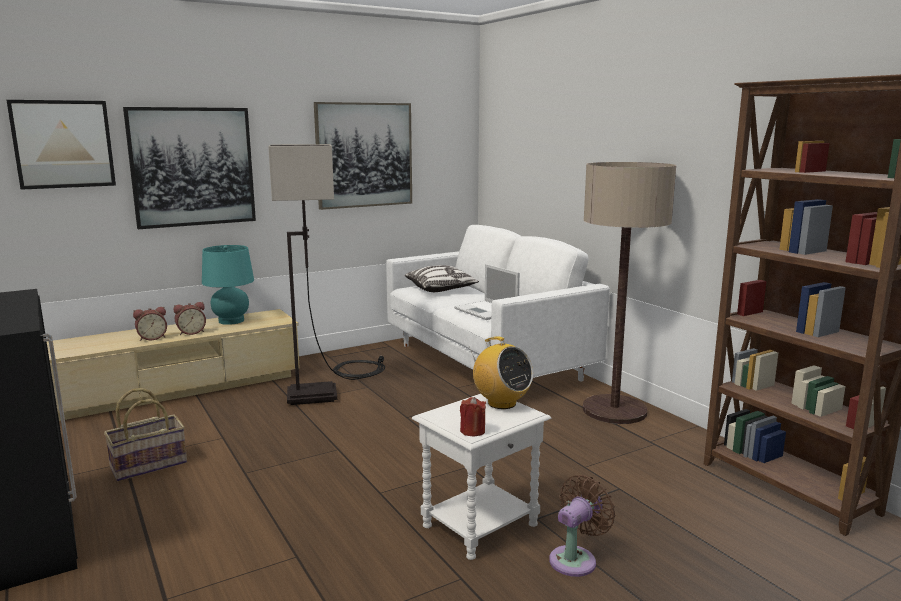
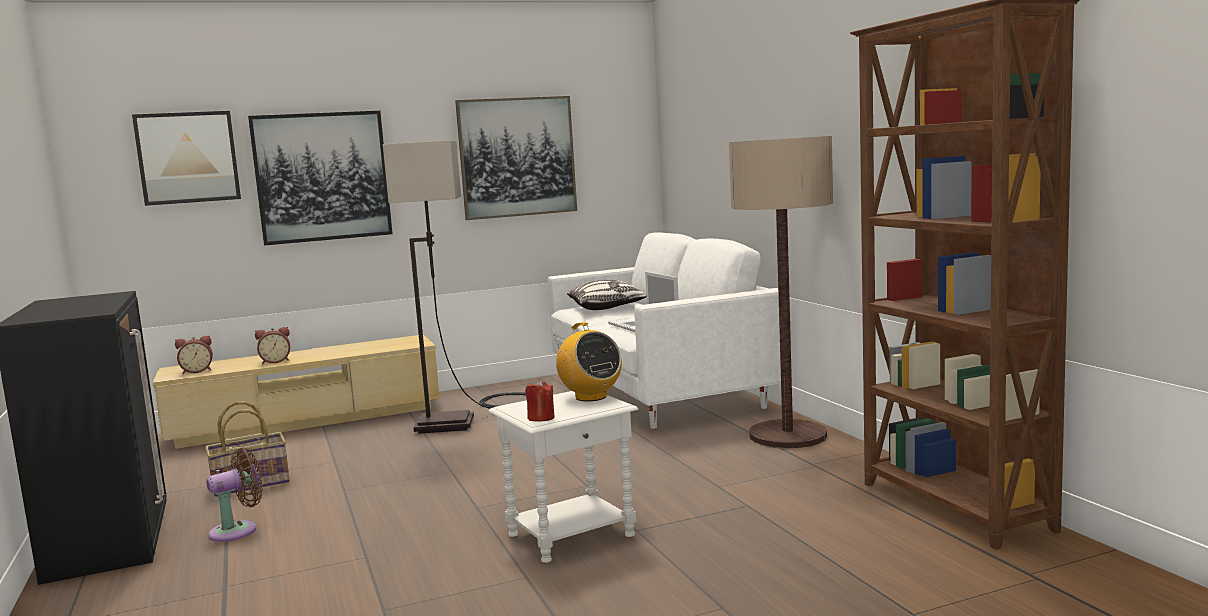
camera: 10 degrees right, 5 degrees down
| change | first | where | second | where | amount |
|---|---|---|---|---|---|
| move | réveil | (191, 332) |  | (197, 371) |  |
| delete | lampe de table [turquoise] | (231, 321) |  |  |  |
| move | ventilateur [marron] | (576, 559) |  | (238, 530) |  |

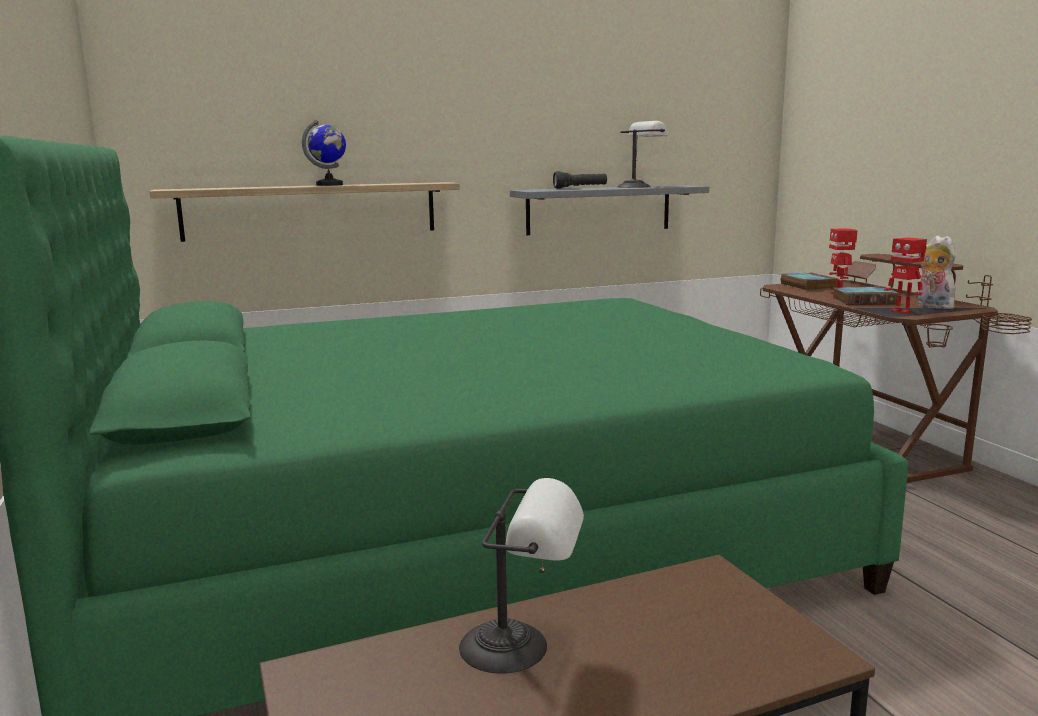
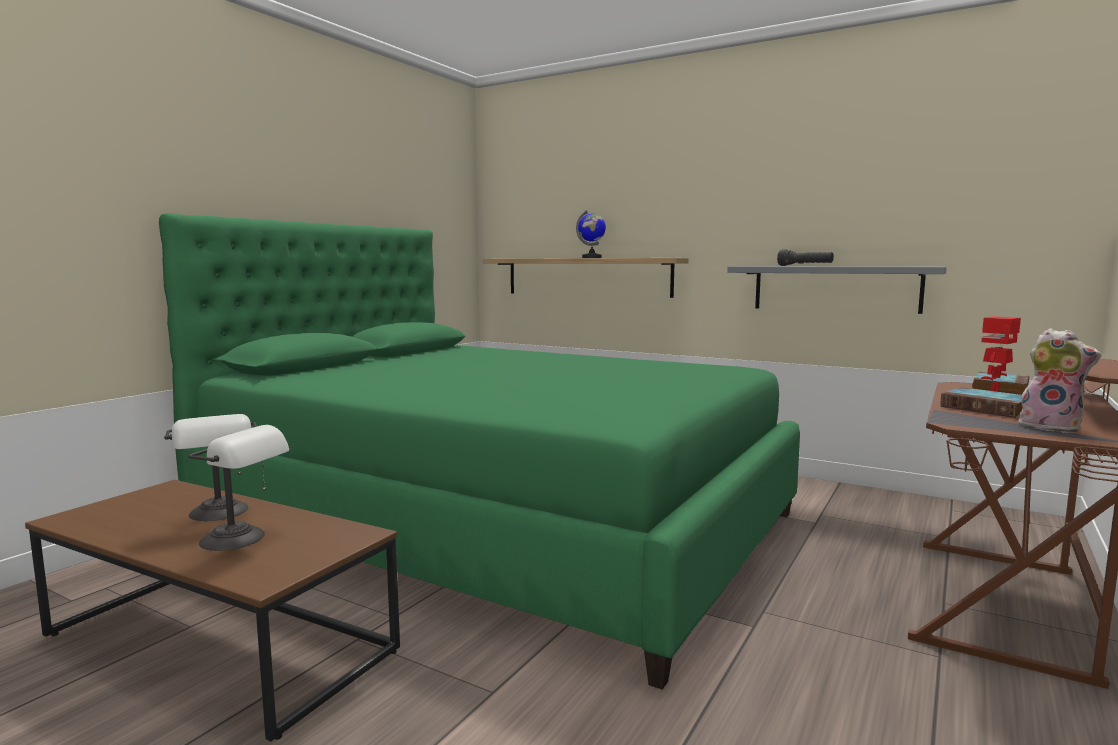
camera: 50 degrees right, 5 degrees down
| change | first | where | second | where | amount |
|---|---|---|---|---|---|
| move | lampe de table | (639, 187) |  | (243, 539) |  |
| delete | robot jouet | (902, 312) |  |  |  |
| rotate | peluche | (932, 306) |  | (1051, 427) | 105 degrees clockwise |

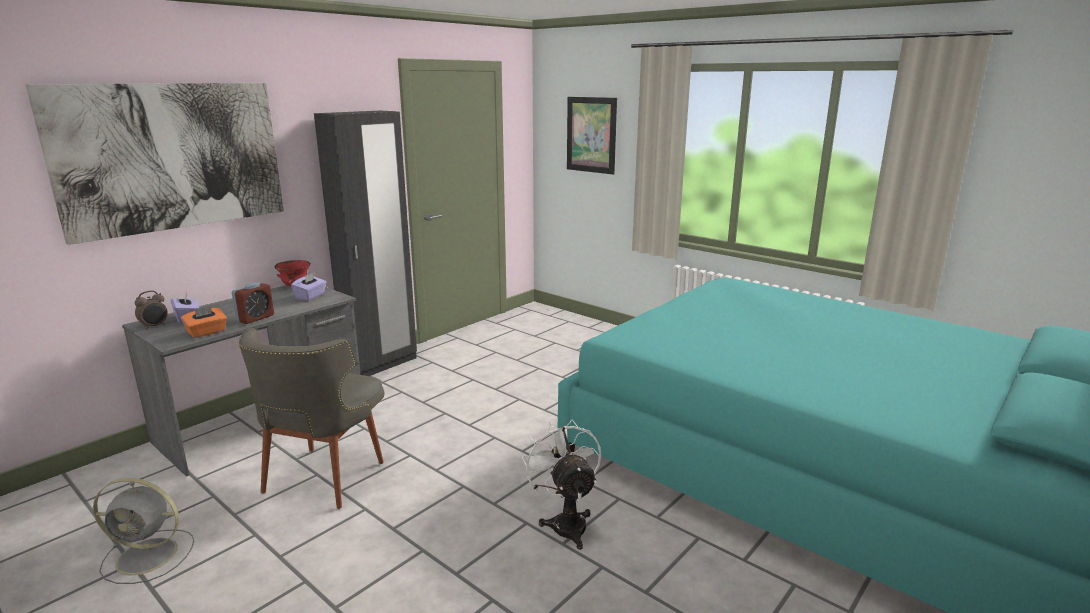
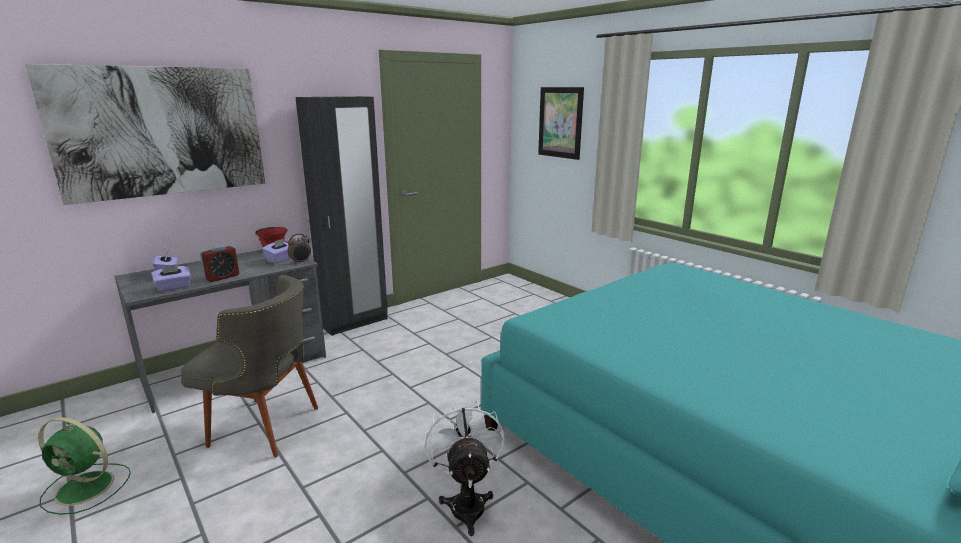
camera: 10 degrees right, 0 degrees up
| change | first | where | second | where | amount |
|---|---|---|---|---|---|
| recolor | ventilateur [gris] | (149, 556) | ventilateur [vert] | (87, 488) |  |
| move | réveil | (155, 326) |  | (301, 262) |  |
| recolor | boîte à mouchoirs [orange] | (207, 332) | boîte à mouchoirs [violet] | (174, 288) |  |
| rotate | chaise [gris] | (325, 477) |  | (264, 426) | 105 degrees counterclockwise |

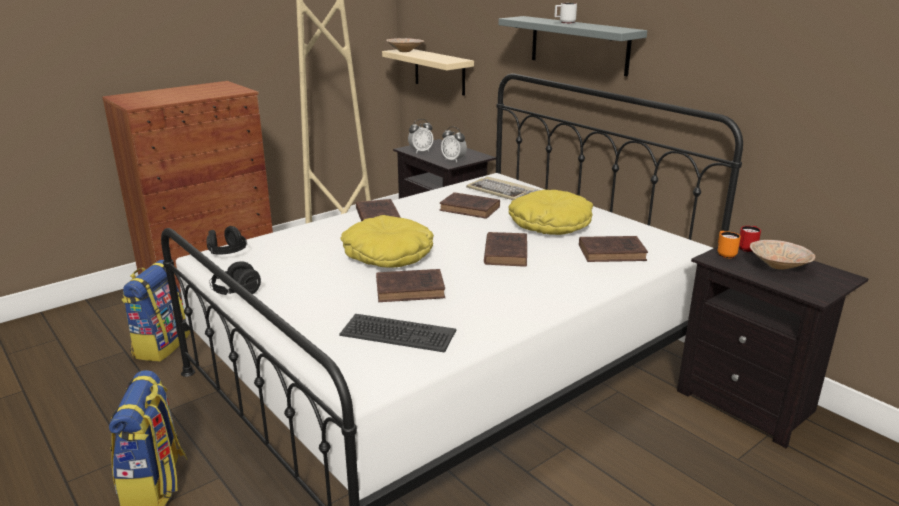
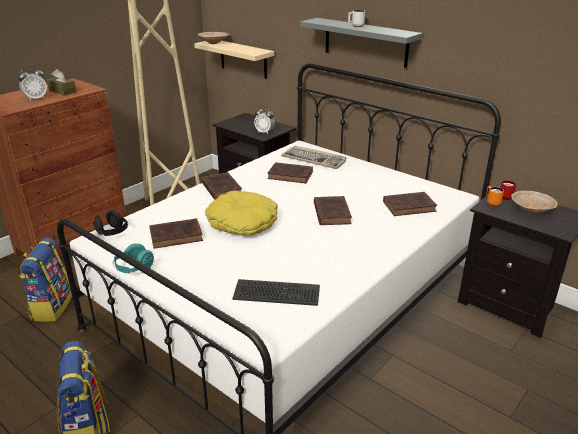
camera: 10 degrees left, 5 degrees up
| change | first | where | second | where | amount |
|---|---|---|---|---|---|
| recolor | casque audio [noir] | (236, 293) | casque audio [turquoise] | (134, 269) |  |
| move | livre [marron] | (412, 289) |  | (177, 236) |  |
| move | réveil | (420, 151) |  | (36, 99) |  |
| delete | coussin [jaune] | (551, 225) |  |  |  |
| insert |  |  | boîte à mouchoirs [marron] | (62, 91) |  |

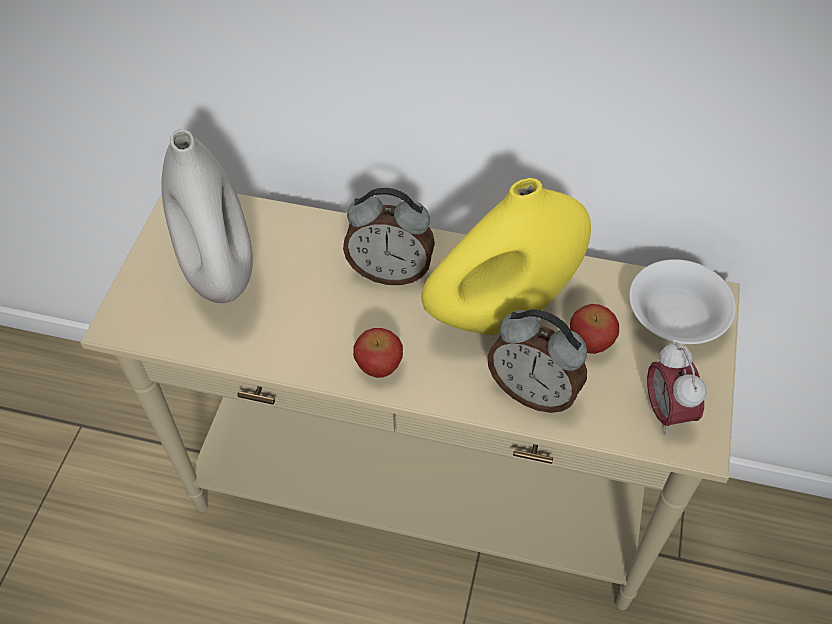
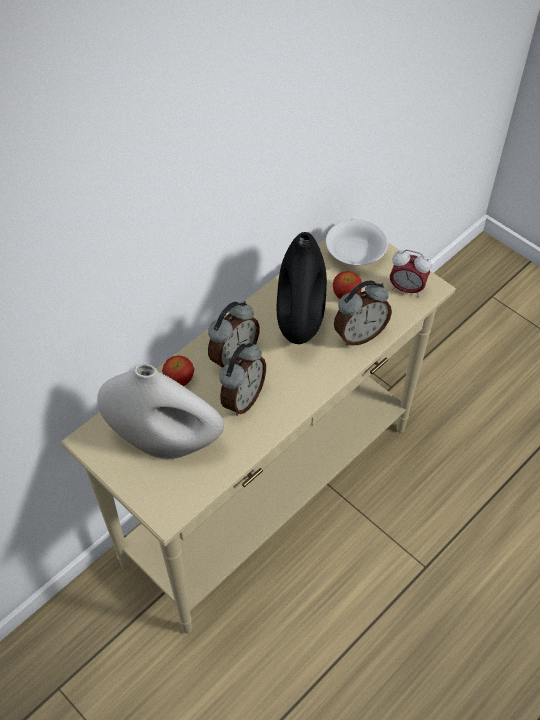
camera: 60 degrees left, 0 degrees up
| change | first | where | second | where | amount |
|---|---|---|---|---|---|
| move | pomme | (379, 366) |  | (179, 380) |  |
| recolor | vase [jaune] | (502, 313) | vase [noir] | (300, 321) |  |
| insert |  |  | réveil | (242, 399) |  |

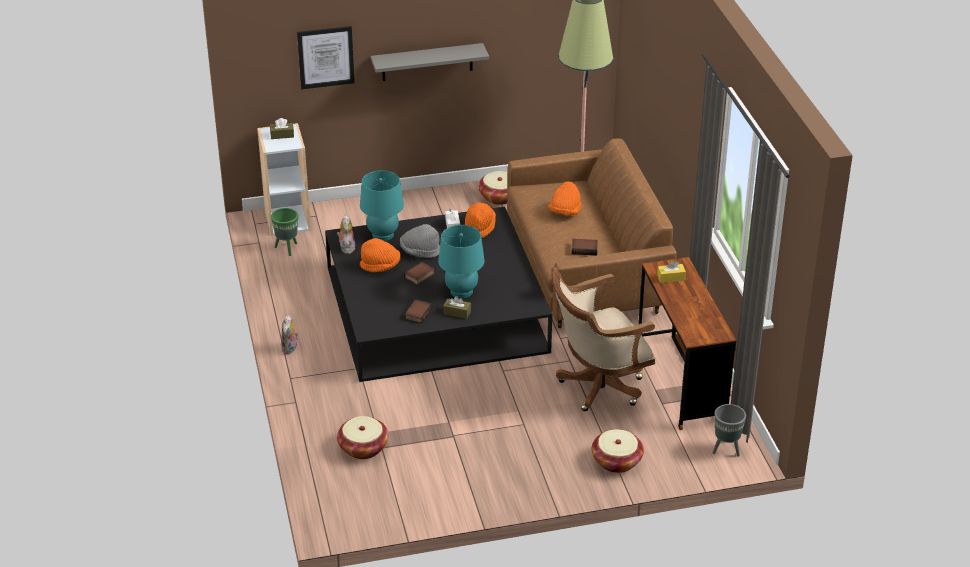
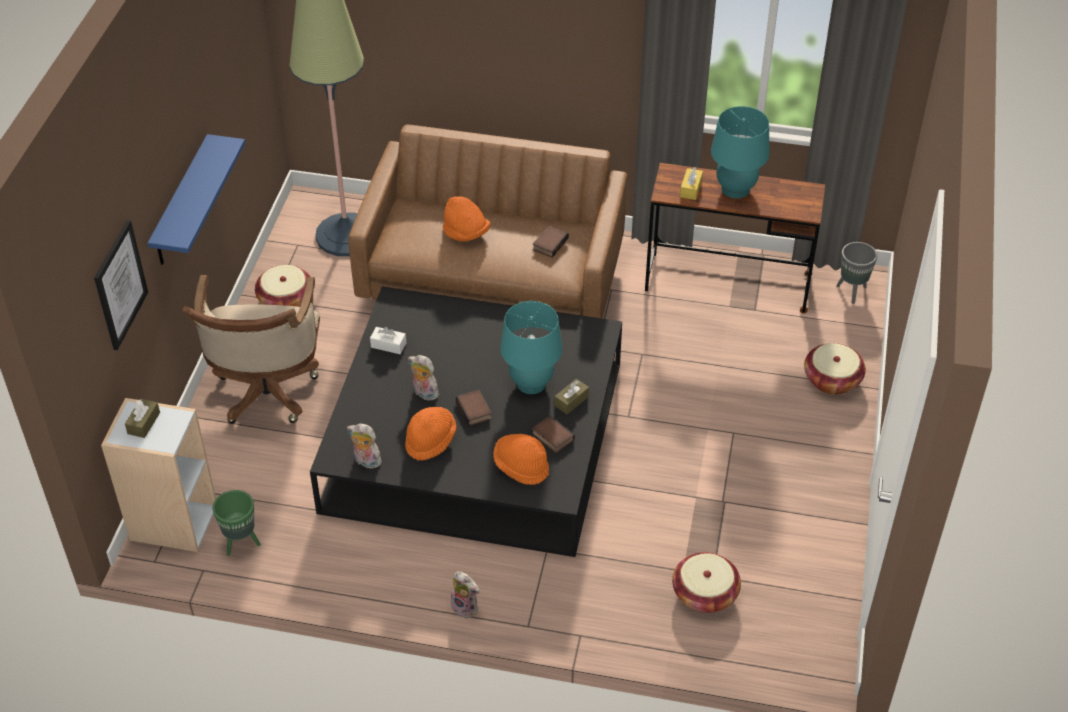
camera: 65 degrees left, 10 degrees up
| change | first | where | second | where | amount |
|---|---|---|---|---|---|
| move | lampe de table [turquoise] | (383, 235) |  | (735, 189) |  |
| recolor | étagère [gris] | (427, 62) | étagère [bleu] | (181, 203) |  |
| replace | chapeau [gris] | (420, 251) | peluche | (424, 393) |  |
| move | chapeau [orange] | (479, 227) |  | (521, 467) |  |
| move | chaise de bureau | (598, 388) |  | (267, 395) |  |

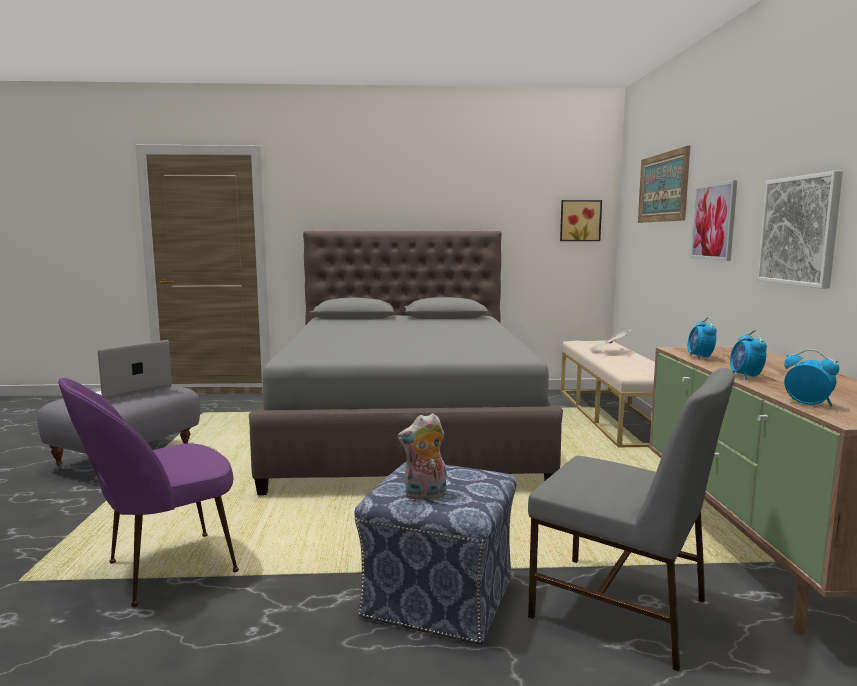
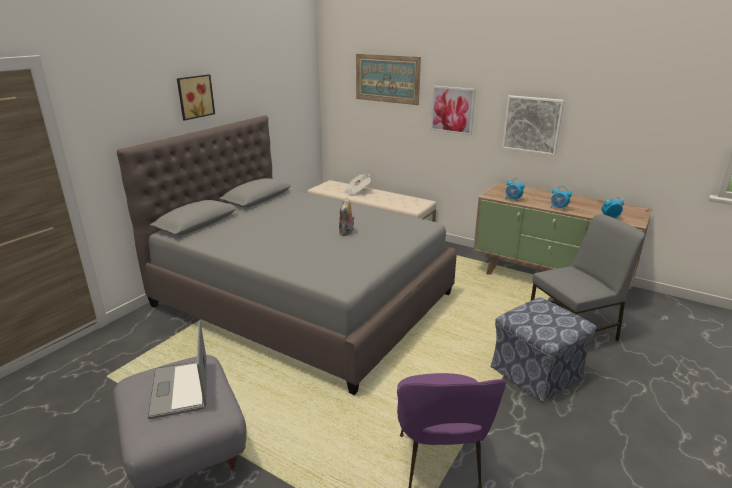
camera: 55 degrees left, 15 degrees up
| change | first | where | second | where | amount |
|---|---|---|---|---|---|
| move | peluche | (425, 495) |  | (347, 233) |  |
| move | tableau | (580, 220) |  | (194, 96) |  |

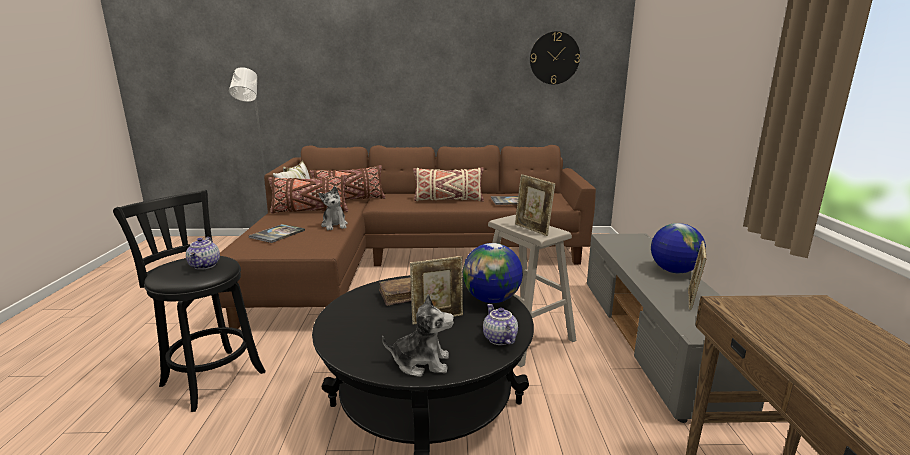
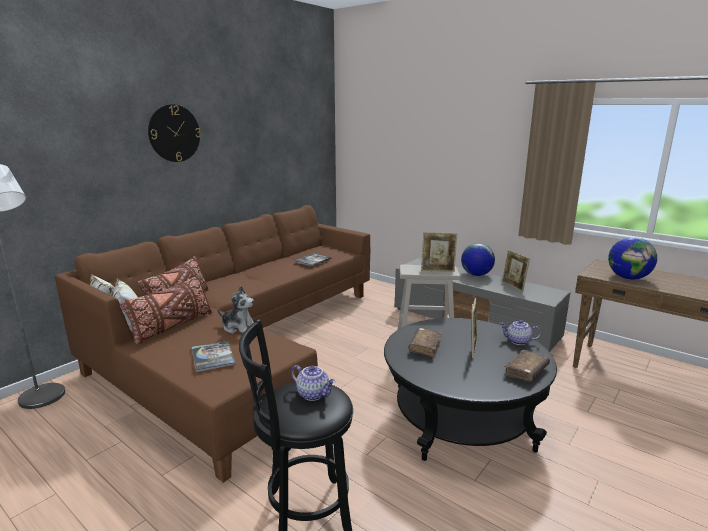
camera: 50 degrees left, 0 degrees up
| change | first | where | second | where | amount |
|---|---|---|---|---|---|
| replace | peluche | (421, 363) | livre [marron] | (526, 371) |  |
| delete | coussin [beige] | (448, 200) |  |  |  |
| move | globe | (492, 300) |  | (628, 278) |  |
| move | horloge murale | (554, 58) |  | (174, 133) |  |

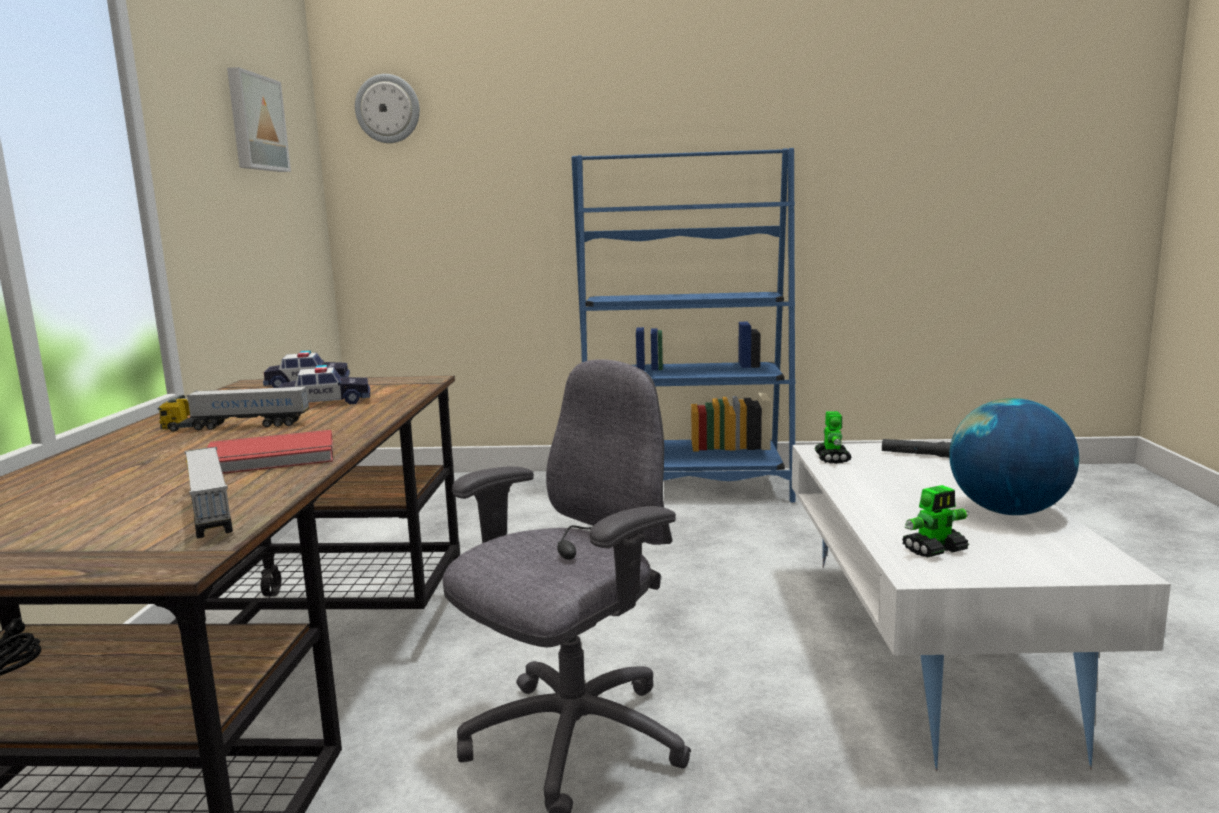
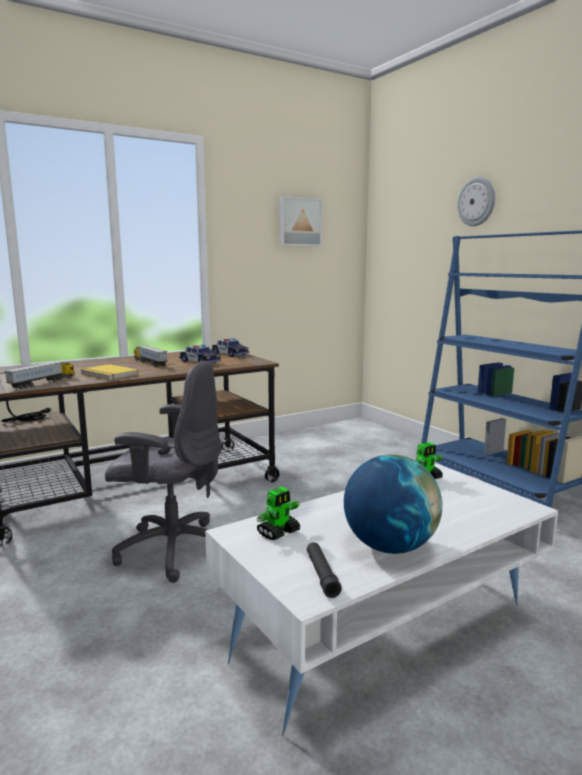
camera: 55 degrees right, 0 degrees up
| change | first | where | second | where | amount |
|---|---|---|---|---|---|
| recolor | livre [rouge] | (271, 459) | livre [jaune] | (108, 374) |  |
| move | horloge murale | (388, 109) |  | (476, 202) |  |
| move | lampe de poche [noir] | (917, 455) |  | (322, 575) |  |
| rotate | robot jouet | (935, 550) |  | (279, 532) | 75 degrees counterclockwise |

